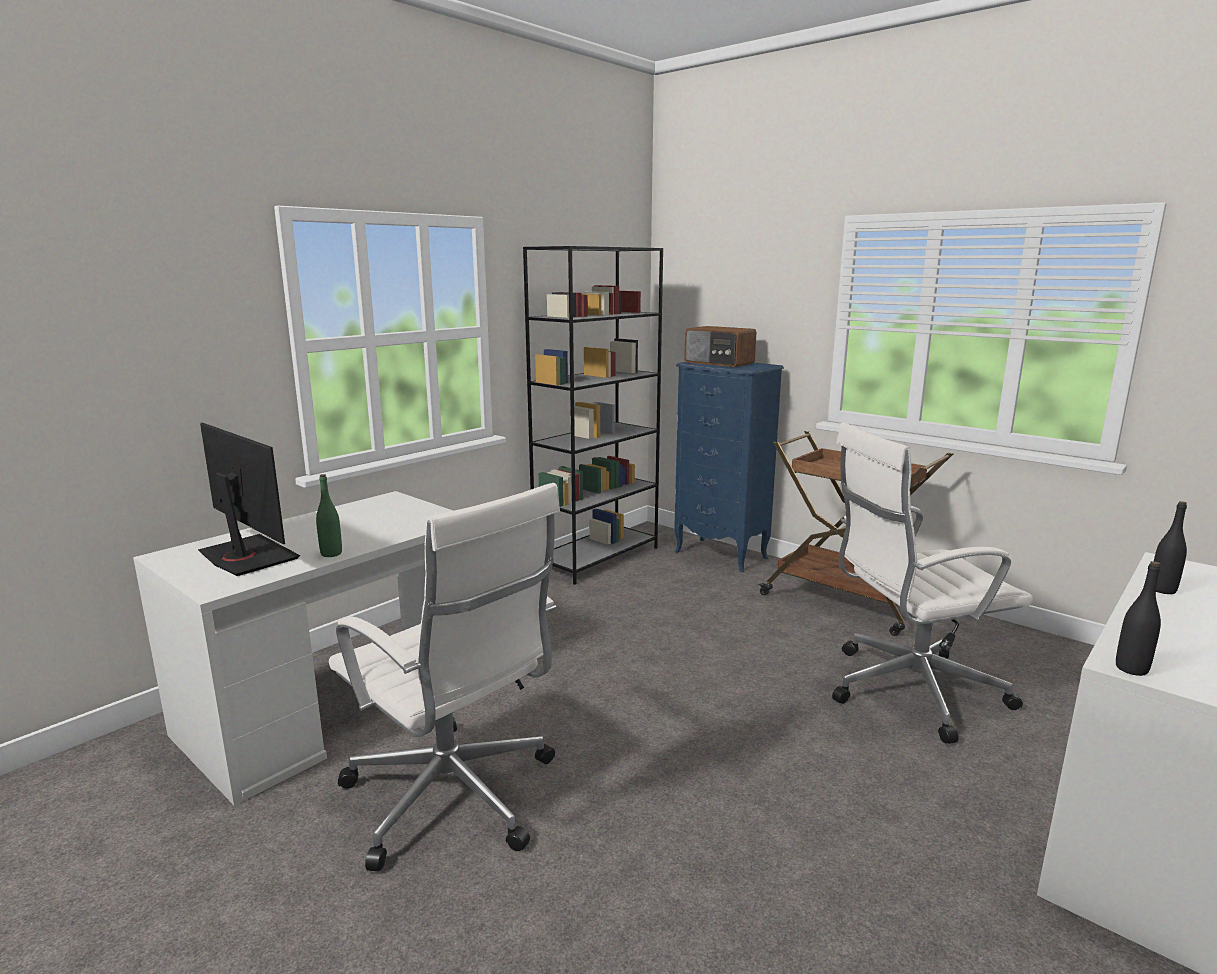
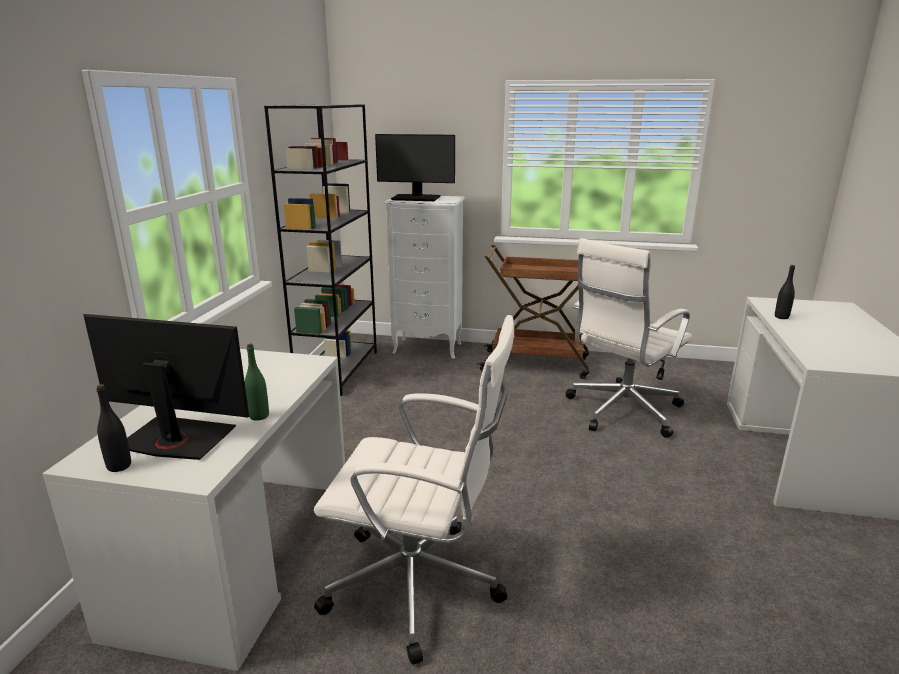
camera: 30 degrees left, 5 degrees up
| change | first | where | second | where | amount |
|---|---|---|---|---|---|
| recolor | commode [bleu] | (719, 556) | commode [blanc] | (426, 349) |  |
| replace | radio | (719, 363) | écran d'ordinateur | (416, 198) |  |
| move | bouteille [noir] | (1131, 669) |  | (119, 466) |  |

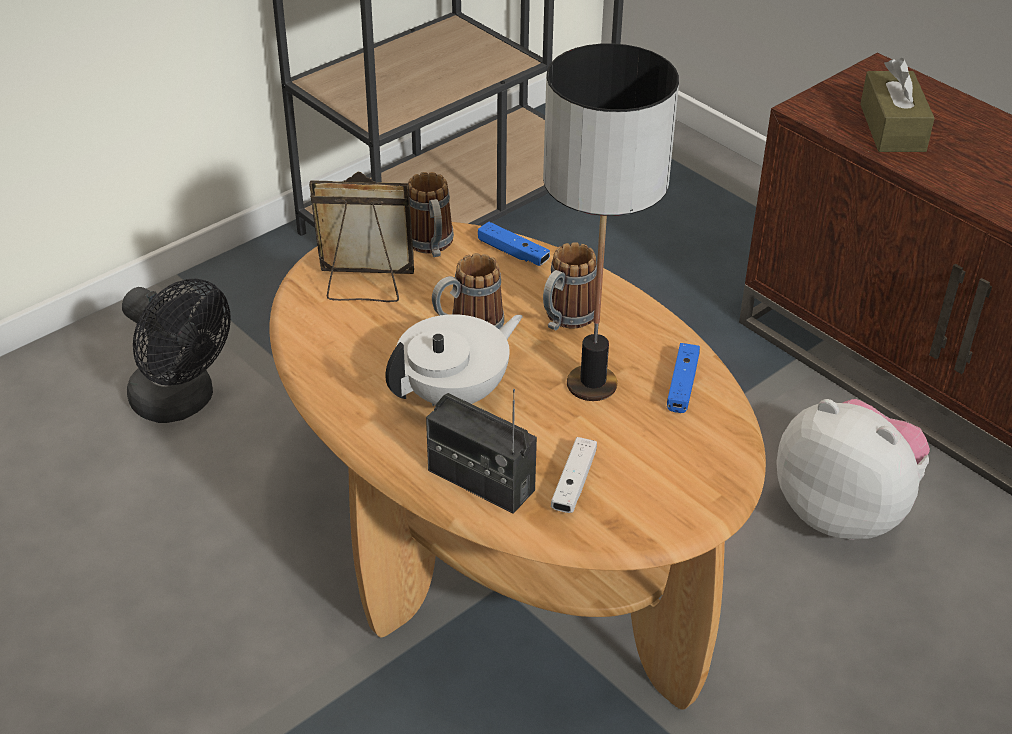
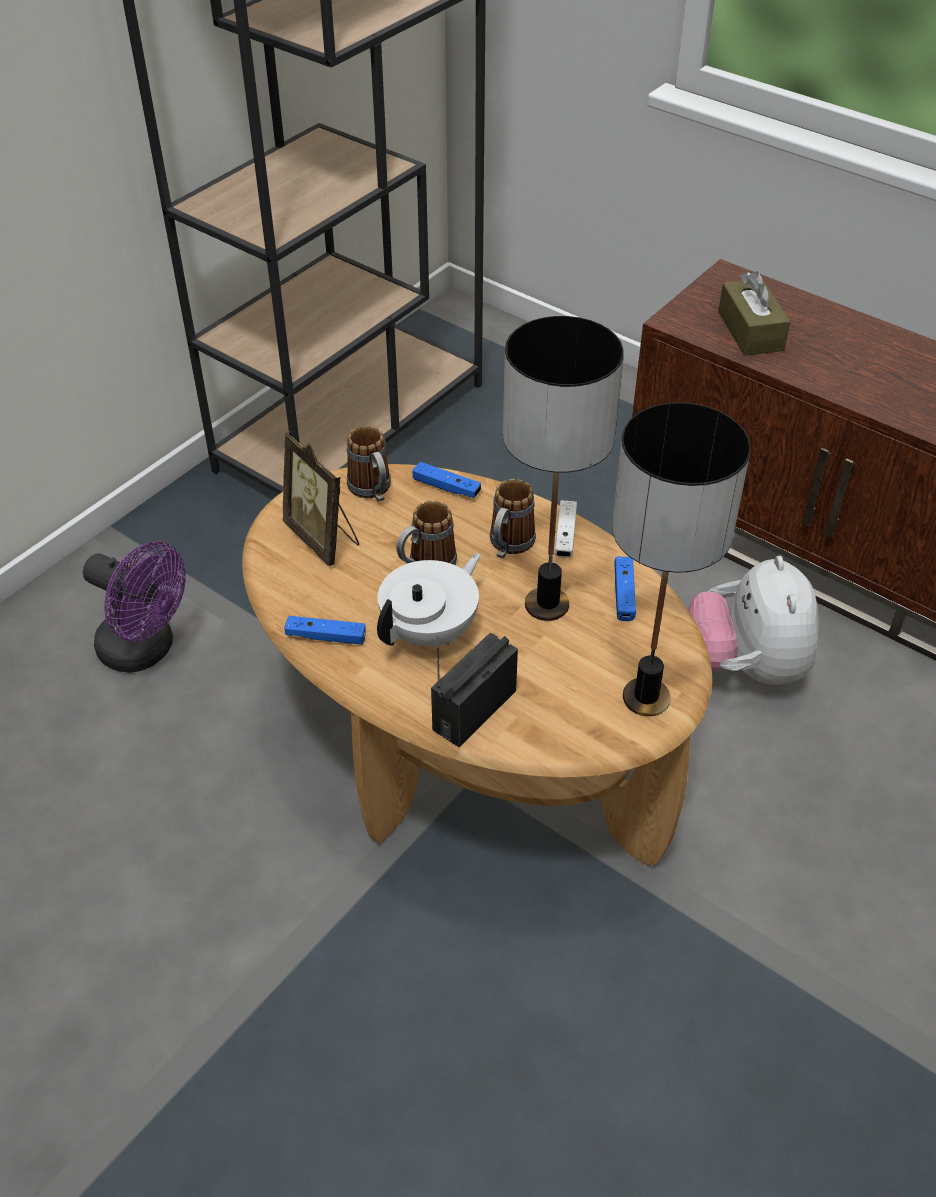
camera: 10 degrees left, 5 degrees up
| change | first | where | second | where | amount |
|---|---|---|---|---|---|
| recolor | ventilateur [noir] | (181, 403) | ventilateur [violet] | (146, 650) |  |
| rotate | cadre photo | (365, 287) |  | (323, 538) | 120 degrees counterclockwise |
| rotate | radio | (480, 481) |  | (474, 710) | 105 degrees clockwise |
| move | manette [blanc] | (573, 483) |  | (565, 536) |  |
| rotate | peluche | (844, 511) |  | (745, 666) | 120 degrees counterclockwise |
| insert |  |  | manette [bleu] | (326, 637) |  |
| insert |  |  | lampe de table | (644, 697) |  |

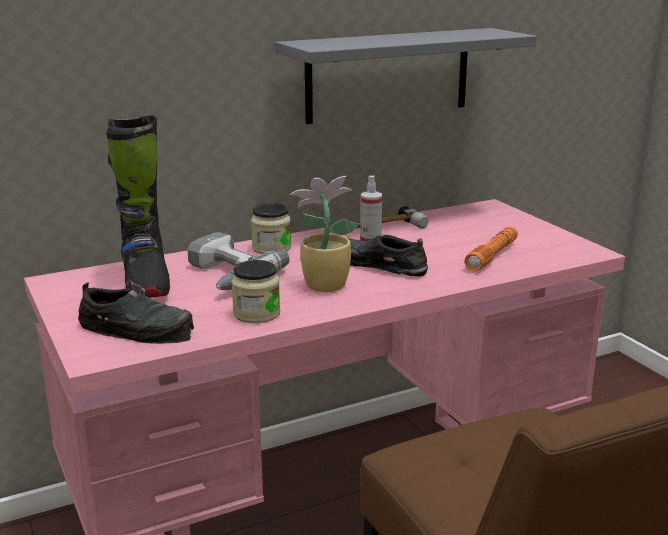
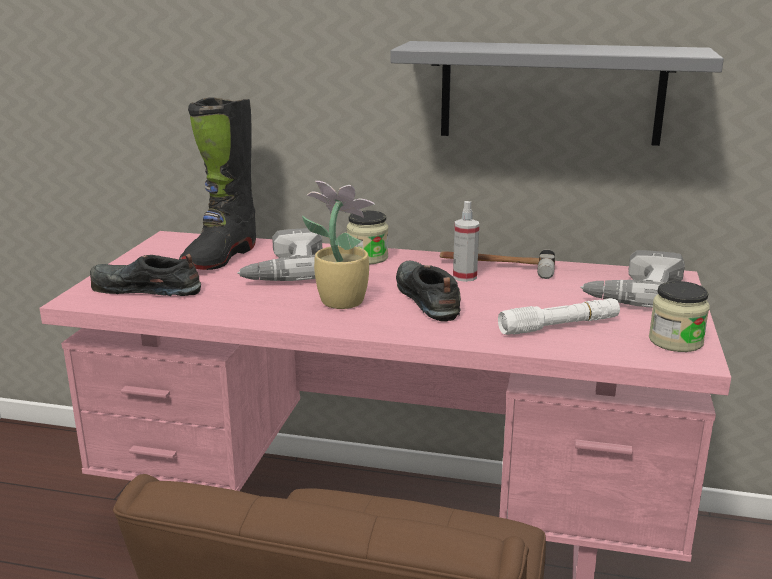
camera: 40 degrees right, 0 degrees up
| change | first | where | second | where | amount |
|---|---|---|---|---|---|
| rotate | chaussure [noir] | (137, 329) |  | (144, 289) | 135 degrees clockwise |
| move | bocal | (256, 314) |  | (675, 341) |  |
| recolor | lampe de poche [orange] | (492, 256) | lampe de poche [blanc] | (559, 326) |  |
| insert |  |  | perceuse | (635, 292) |  |

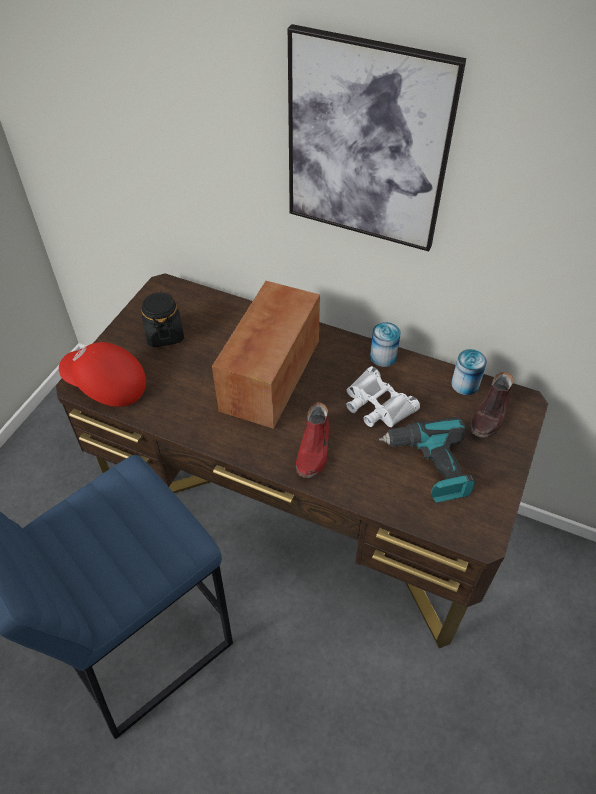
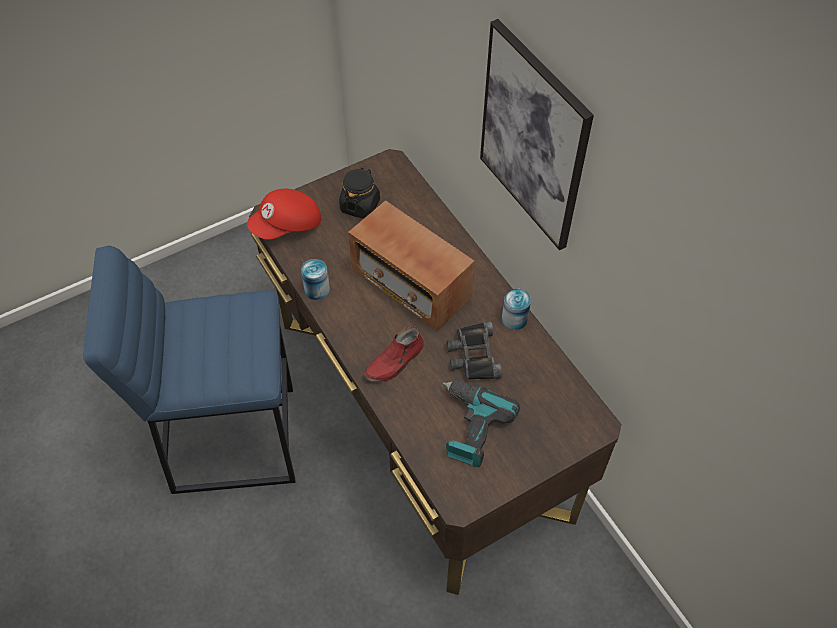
camera: 35 degrees right, 5 degrees up
| change | first | where | second | where | amount |
|---|---|---|---|---|---|
| rotate | casquette [rouge] | (106, 385) |  | (287, 226) | 90 degrees counterclockwise |
| rotate | radio | (270, 376) |  | (410, 285) | 105 degrees counterclockwise |
| recolor | jumelles [blanc] | (377, 405) | jumelles [noir] | (473, 355) |  |
| move | boîte métallique | (465, 384) |  | (317, 289) |  |
| delete | chaussure [marron] | (490, 414) |  |  |  |

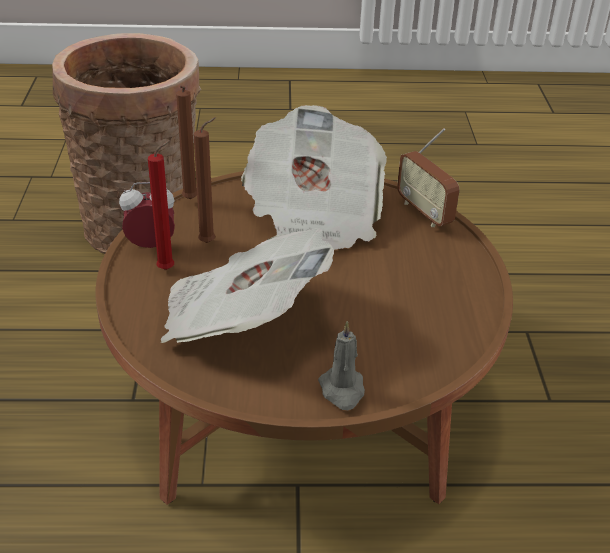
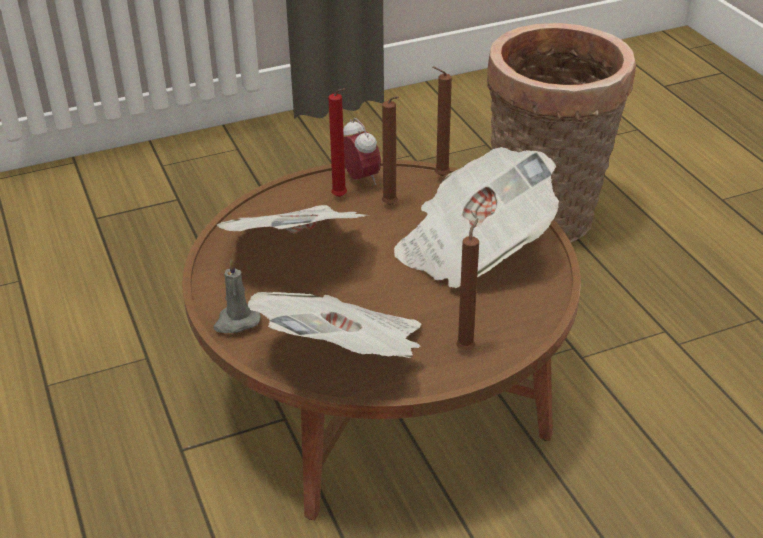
camera: 70 degrees right, 0 degrees up
| change | first | where | second | where | amount |
|---|---|---|---|---|---|
| delete | radio | (424, 212) |  |  |  |
| insert |  |  | journal | (345, 357) |  |
| insert |  |  | bougie [marron] | (466, 348) |  |

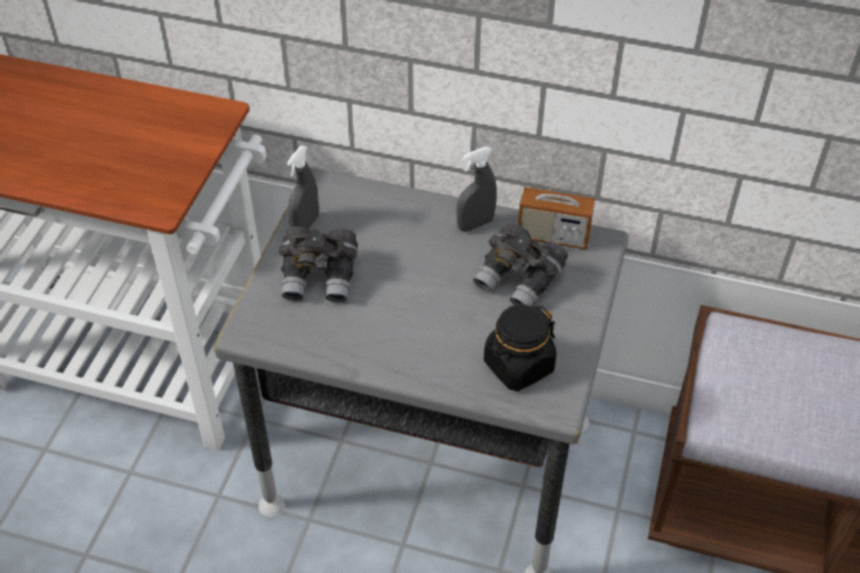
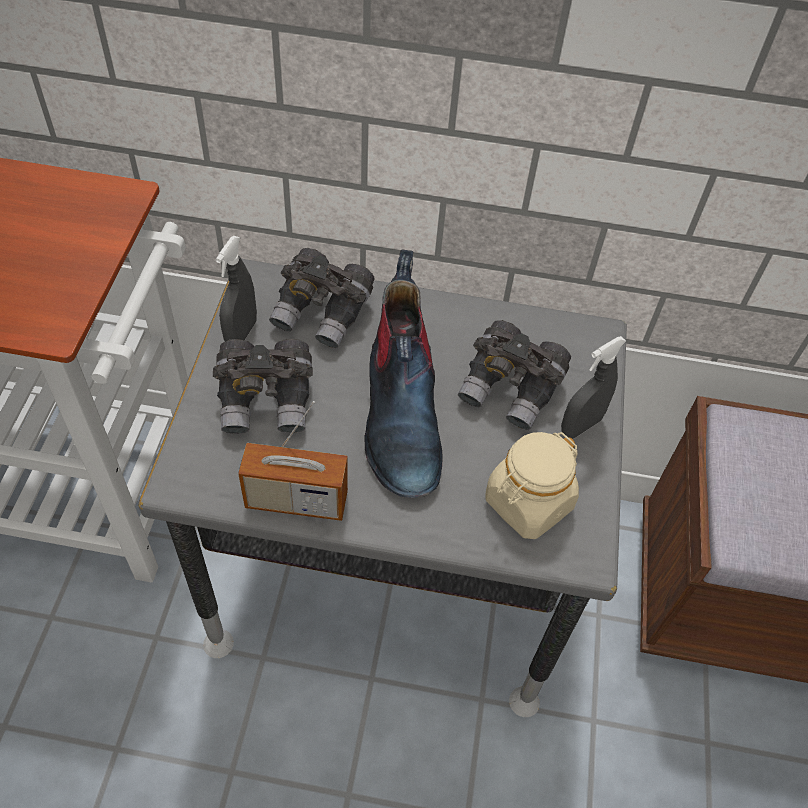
camera: 10 degrees left, 5 degrees up
| change | first | where | second | where | amount |
|---|---|---|---|---|---|
| move | vaporisateur [gris] | (475, 224) |  | (580, 426) |  |
| recolor | bocal [noir] | (518, 366) | bocal [beige] | (528, 503) |  |
| move | radio | (553, 236) |  | (296, 501) |  |
| insert |  |  | jumelles [gris] | (323, 313) |  |
| insert |  |  | botte | (401, 416) |  |

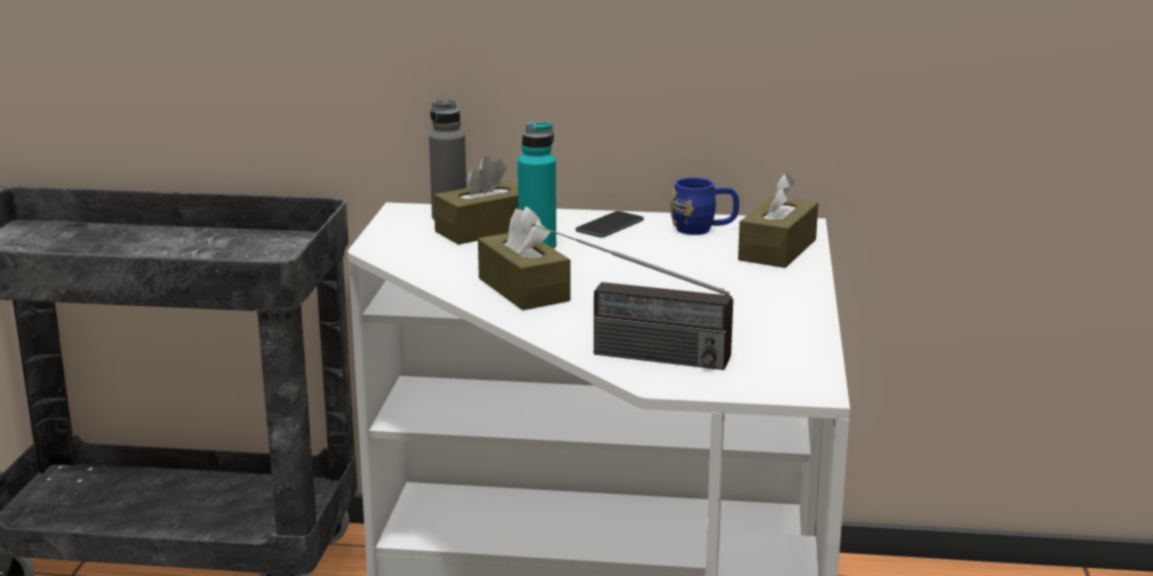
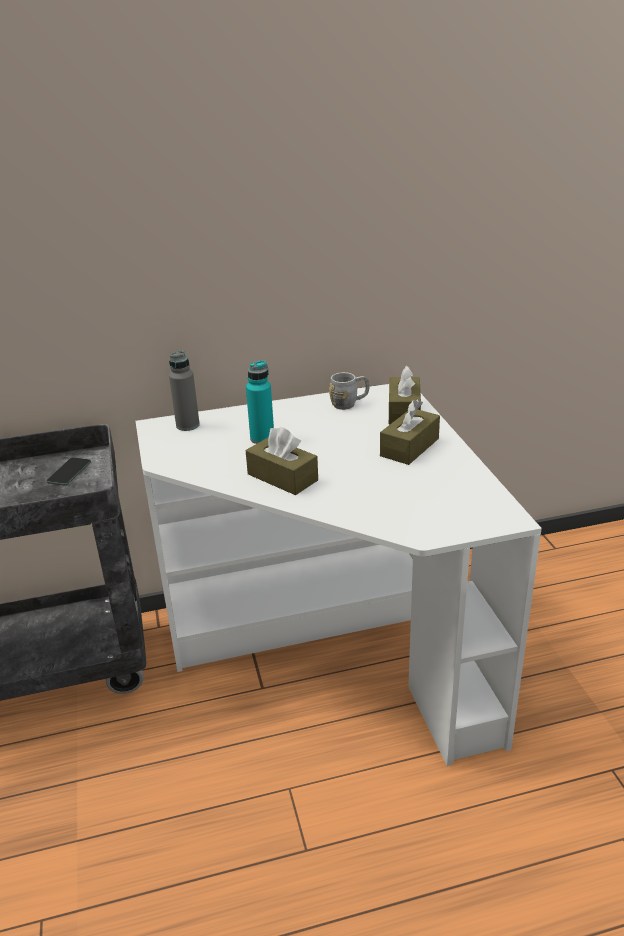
camera: 20 degrees left, 10 degrees up
| change | first | where | second | where | amount |
|---|---|---|---|---|---|
| move | boîte à mouchoirs [marron] | (485, 230) |  | (409, 447) |  |
| delete | radio | (625, 353) |  |  |  |
| move | téléphone | (610, 226) |  | (69, 472) |  |
| recolor | mug [bleu] | (703, 229) | mug [gris] | (349, 403) |  |

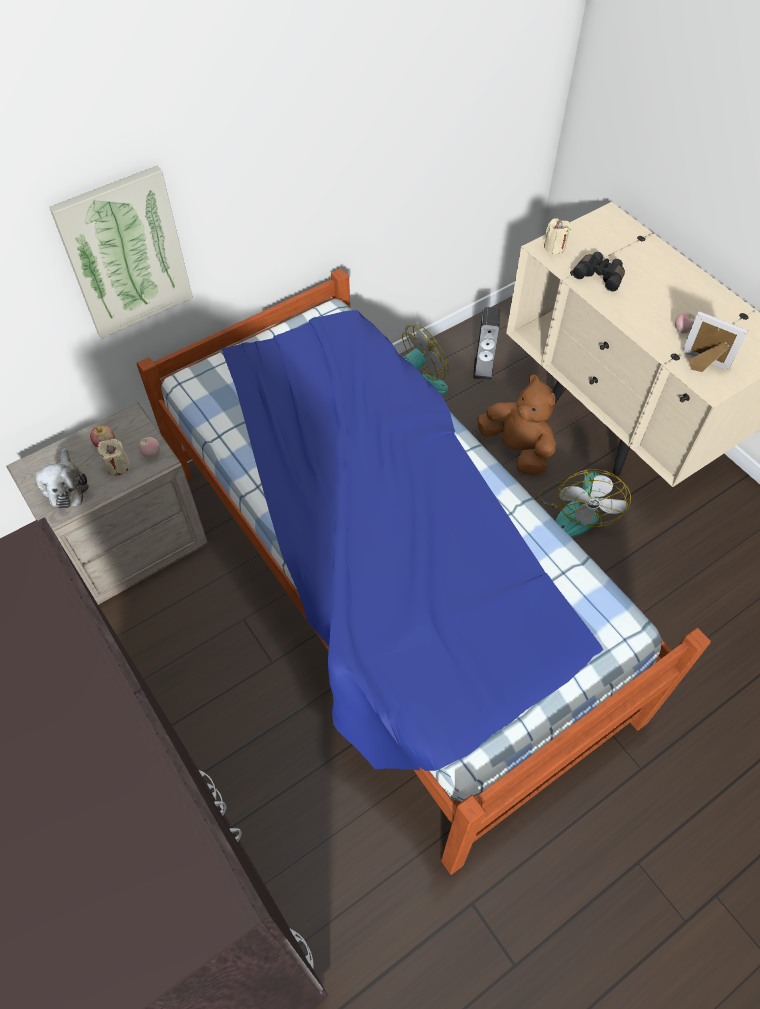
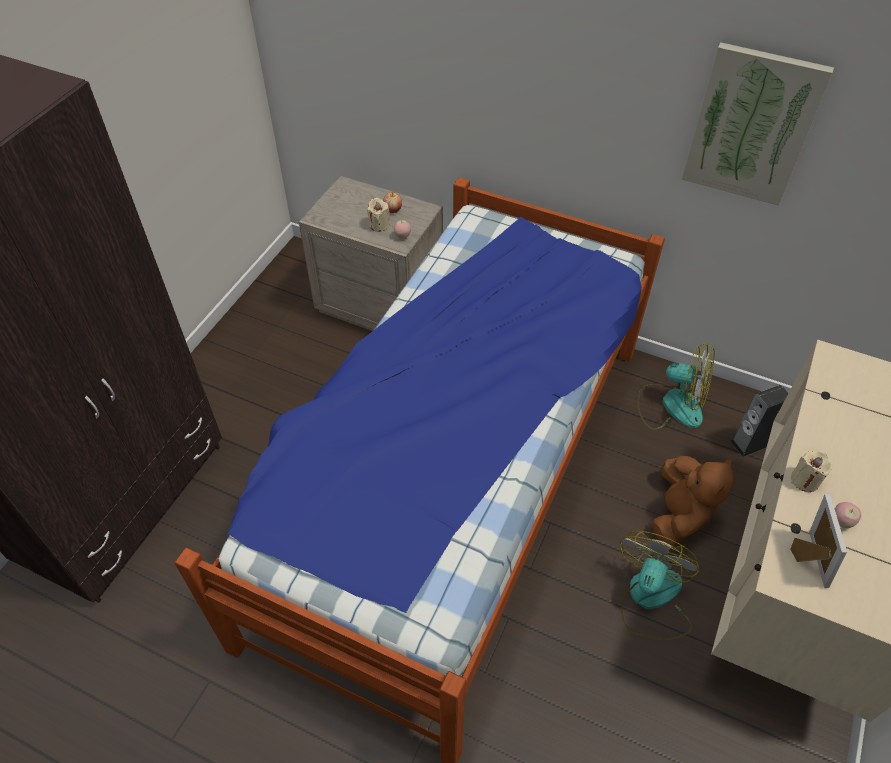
camera: 60 degrees right, 5 degrees down
| change | first | where | second | where | amount |
|---|---|---|---|---|---|
| delete | peluche | (66, 486) |  |  |  |
| move | tableau | (125, 254) |  | (752, 125) |  |
| rotate | ventilateur | (576, 510) |  | (650, 599) | 135 degrees clockwise |
| move | bougie [beige] | (554, 247) |  | (805, 480) |  |
| delete | jumelles [noir] | (599, 275) |  |  |  |

